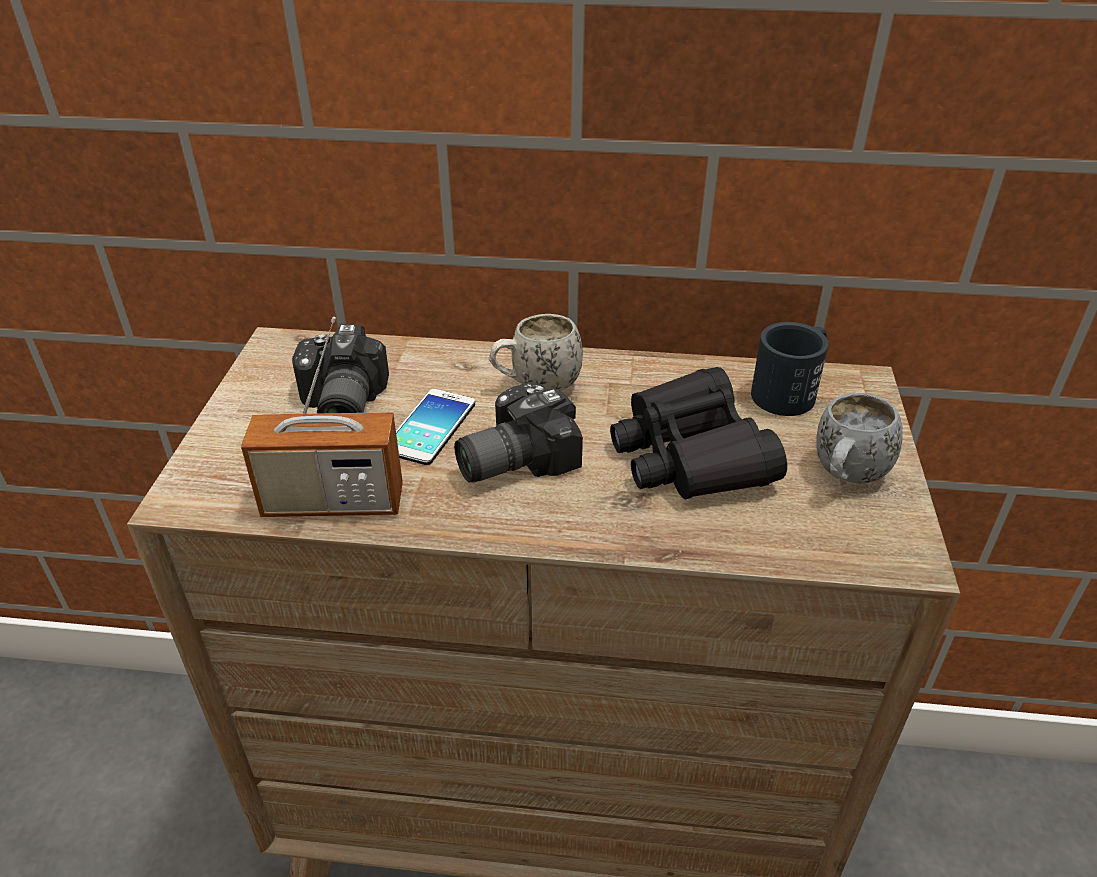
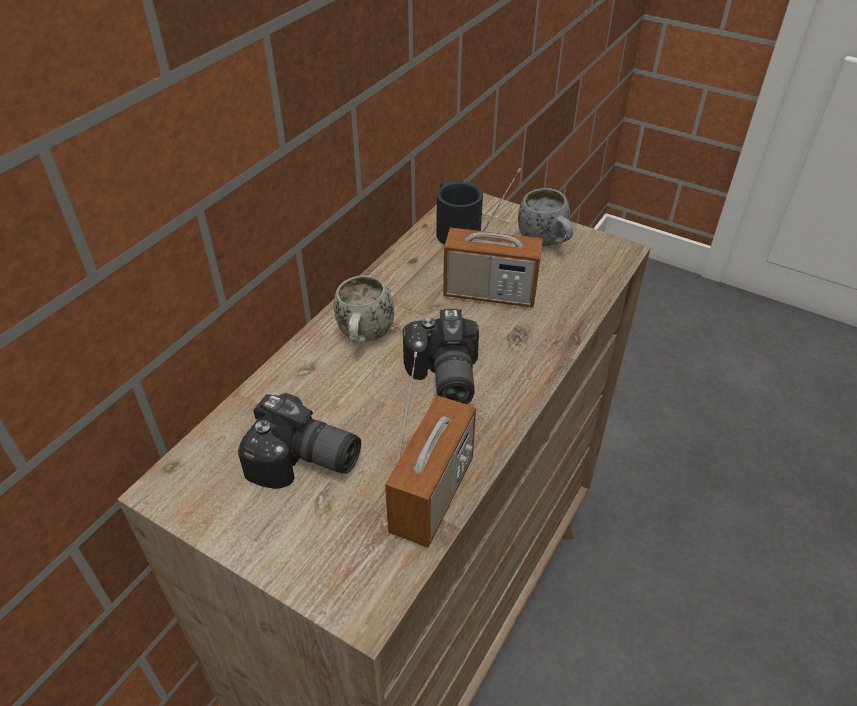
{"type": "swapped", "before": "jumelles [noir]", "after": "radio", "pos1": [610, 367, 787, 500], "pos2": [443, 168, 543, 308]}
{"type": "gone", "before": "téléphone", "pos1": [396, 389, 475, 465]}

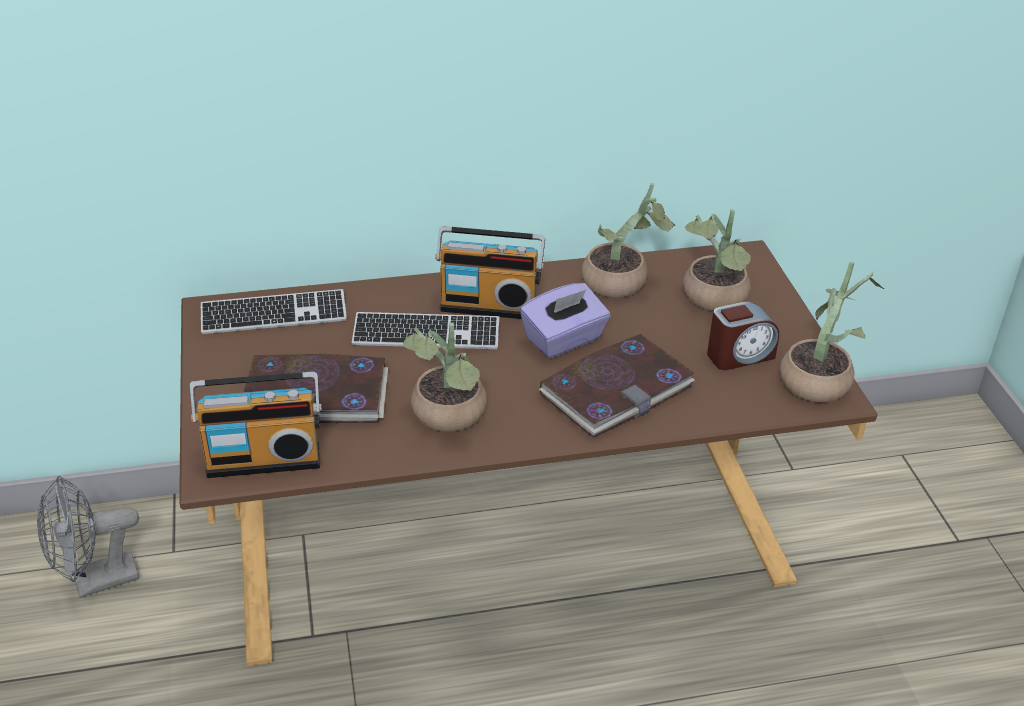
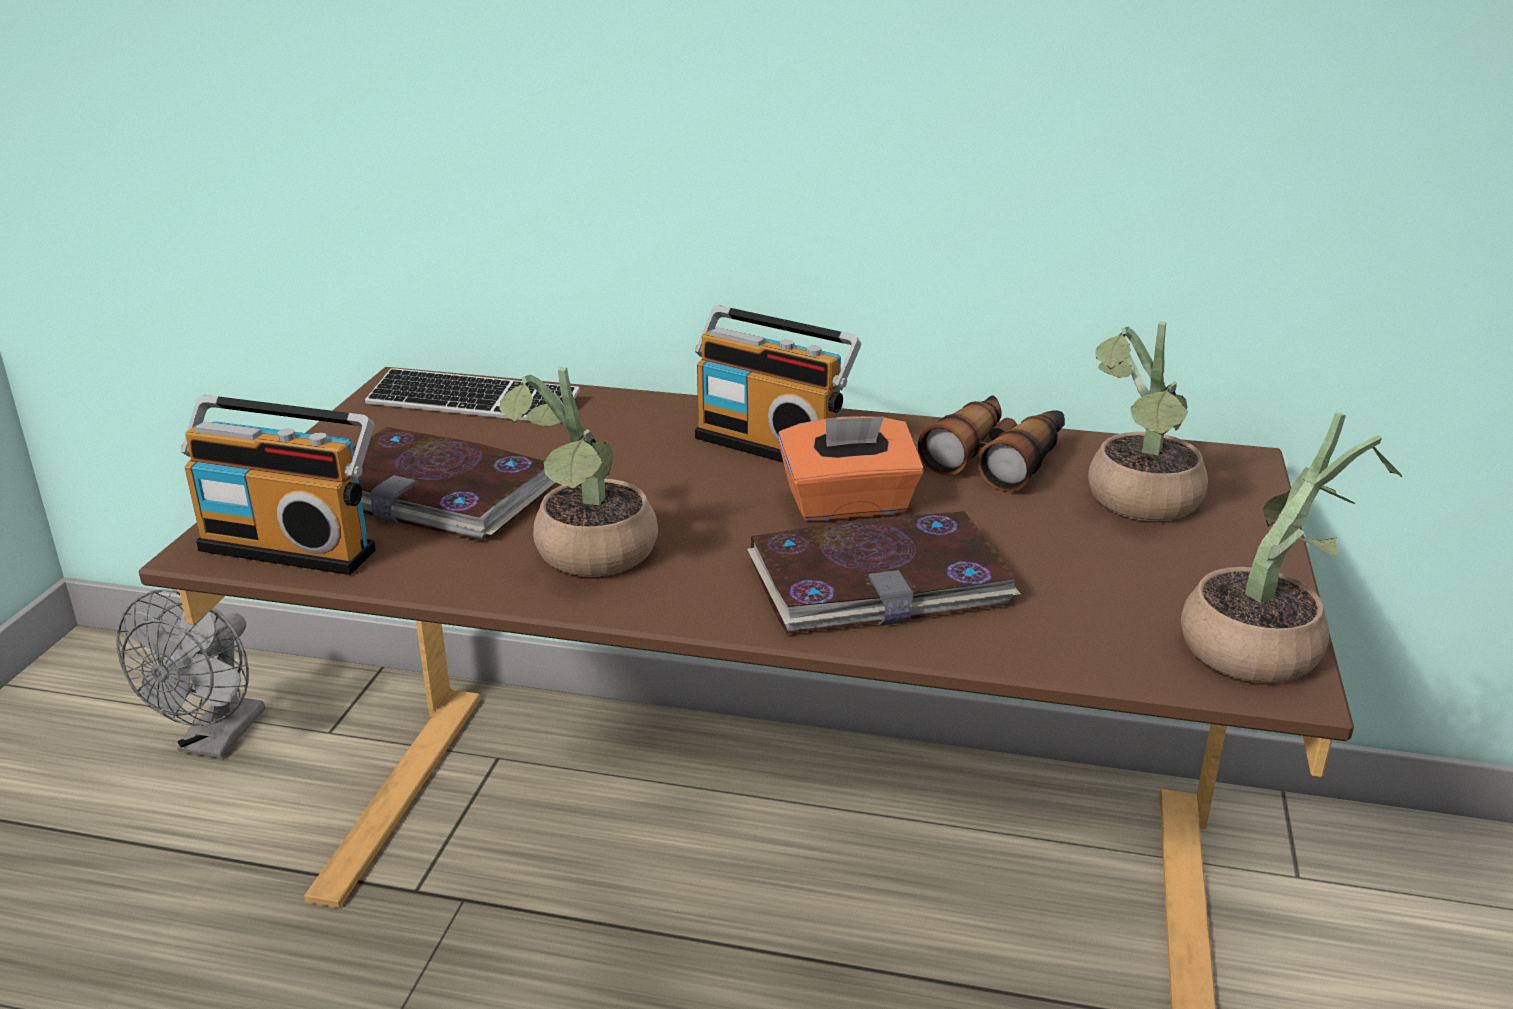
{"type": "rotated", "before": "ventilateur [gris]", "pos1": [37, 476, 139, 598], "pos2": [116, 590, 265, 758], "turn": -75}
{"type": "repainted", "before": "boîte à mouchoirs [violet]", "after": "boîte à mouchoirs [orange]", "pos1": [520, 283, 610, 358], "pos2": [778, 416, 924, 520]}
{"type": "swapped", "before": "plante en pot", "after": "jumelles", "pos1": [582, 183, 675, 298], "pos2": [918, 395, 1065, 492]}
{"type": "gone", "before": "clavier", "pos1": [352, 312, 499, 349]}
{"type": "gone", "before": "réveil", "pos1": [707, 302, 779, 370]}

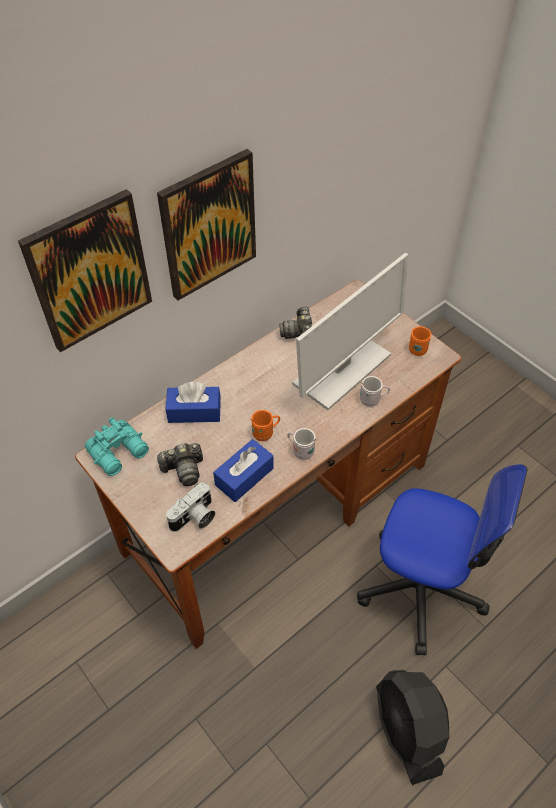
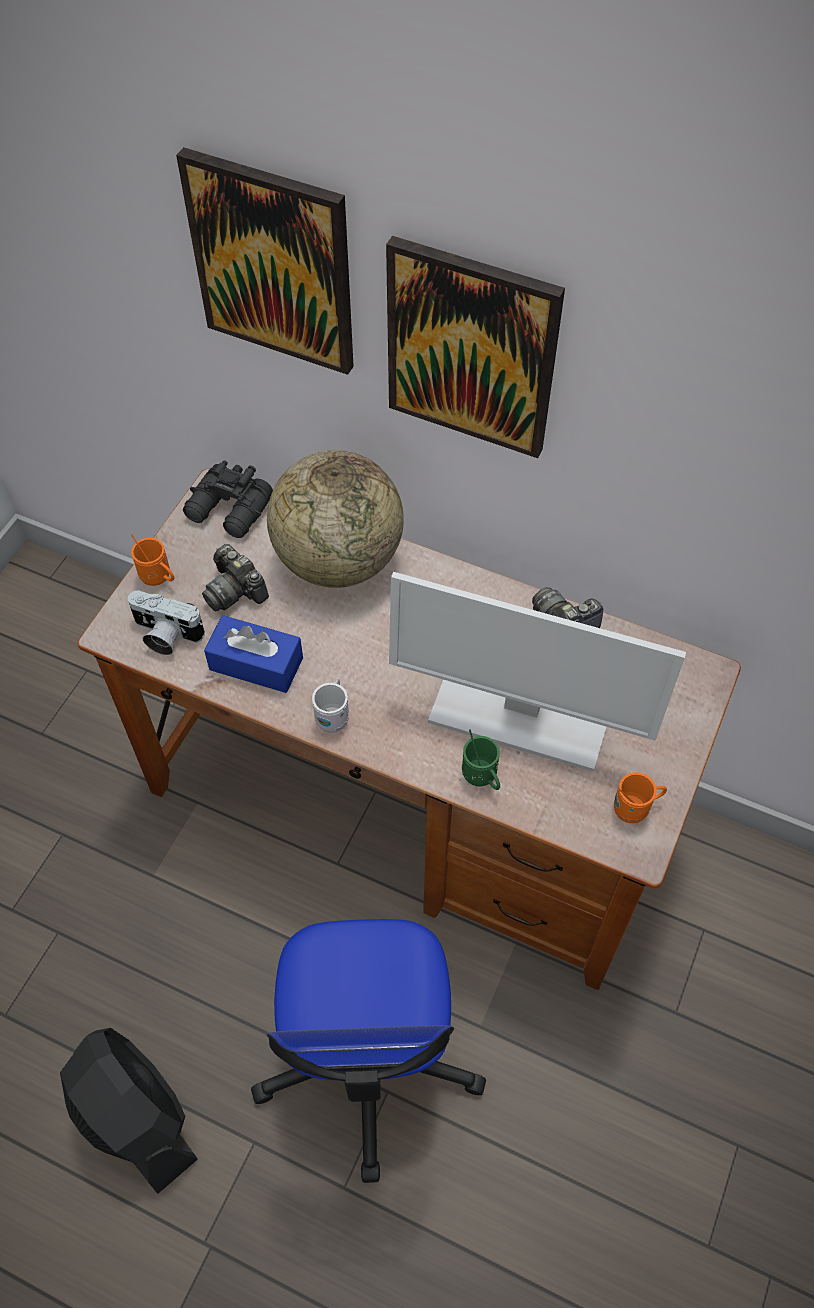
{"type": "rotated", "before": "ventilateur [noir]", "pos1": [376, 670, 449, 785], "pos2": [60, 1028, 198, 1194], "turn": 90}
{"type": "shifted", "before": "mug [orange]", "pos1": [250, 410, 280, 441], "pos2": [131, 534, 174, 586]}
{"type": "repainted", "before": "jumelles [turquoise]", "after": "jumelles [noir]", "pos1": [85, 417, 149, 476], "pos2": [183, 460, 273, 538]}
{"type": "swapped", "before": "boîte à mouchoirs [bleu]", "after": "globe", "pos1": [165, 382, 221, 423], "pos2": [267, 450, 404, 588]}
{"type": "repainted", "before": "mug [blanc]", "after": "mug [vert]", "pos1": [360, 376, 390, 407], "pos2": [462, 729, 500, 790]}

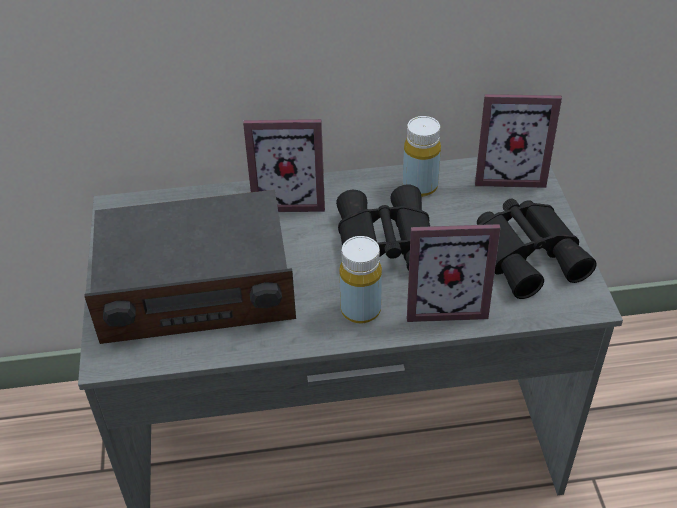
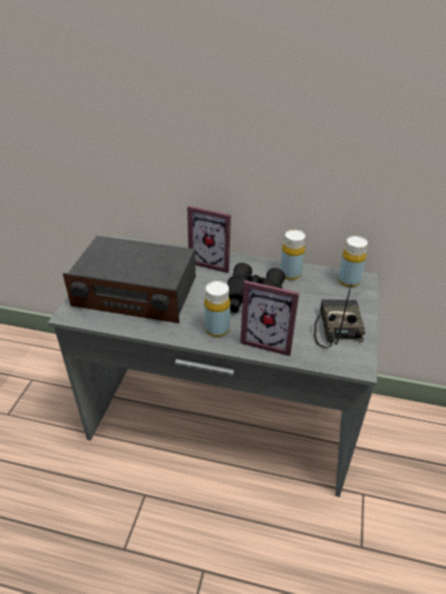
{"type": "swapped", "before": "jumelles [noir]", "after": "radio", "pos1": [477, 199, 597, 299], "pos2": [314, 283, 365, 348]}
{"type": "swapped", "before": "cadre photo", "after": "bouteille [jaune]", "pos1": [475, 94, 562, 188], "pos2": [338, 236, 368, 287]}

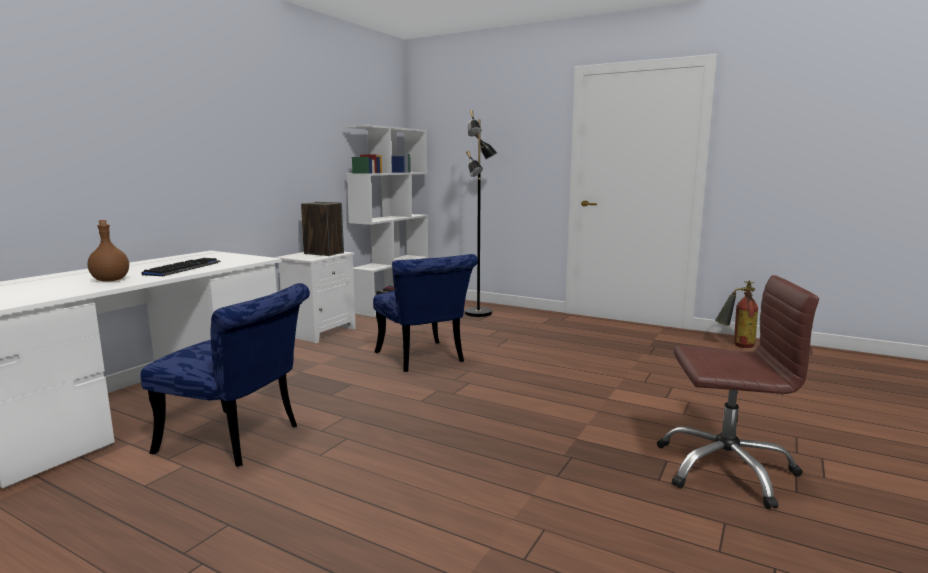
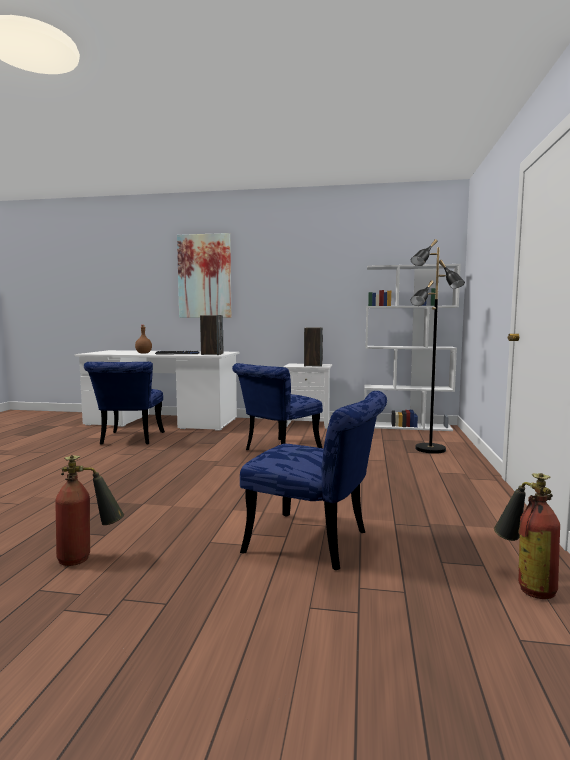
{"type": "swapped", "before": "chaise de bureau [marron]", "after": "extincteur", "pos1": [657, 275, 819, 509], "pos2": [55, 455, 124, 566]}
{"type": "new", "after": "tableau", "pos2": [177, 233, 231, 318]}
{"type": "new", "after": "enceinte", "pos2": [200, 315, 223, 355]}
{"type": "new", "after": "chaise [bleu]", "pos2": [240, 391, 387, 570]}

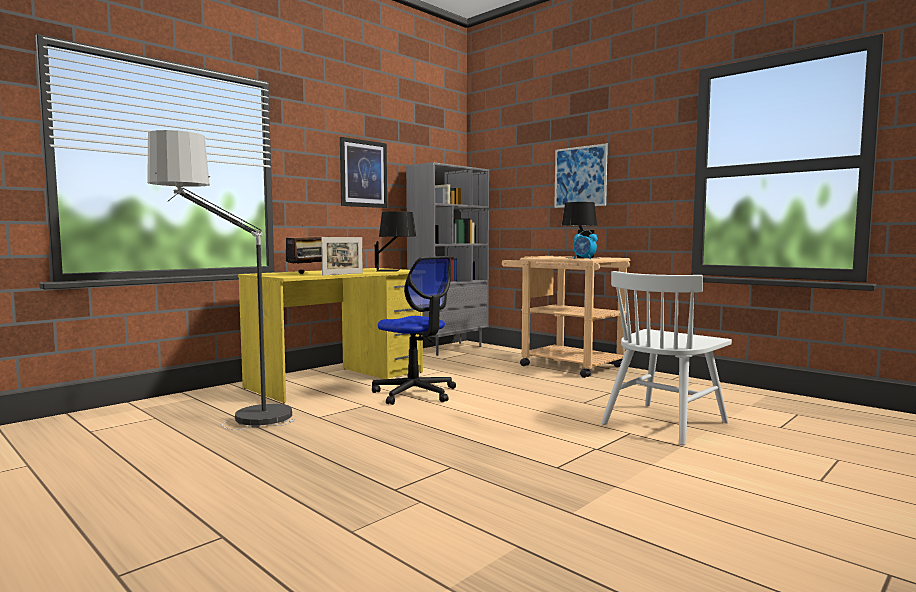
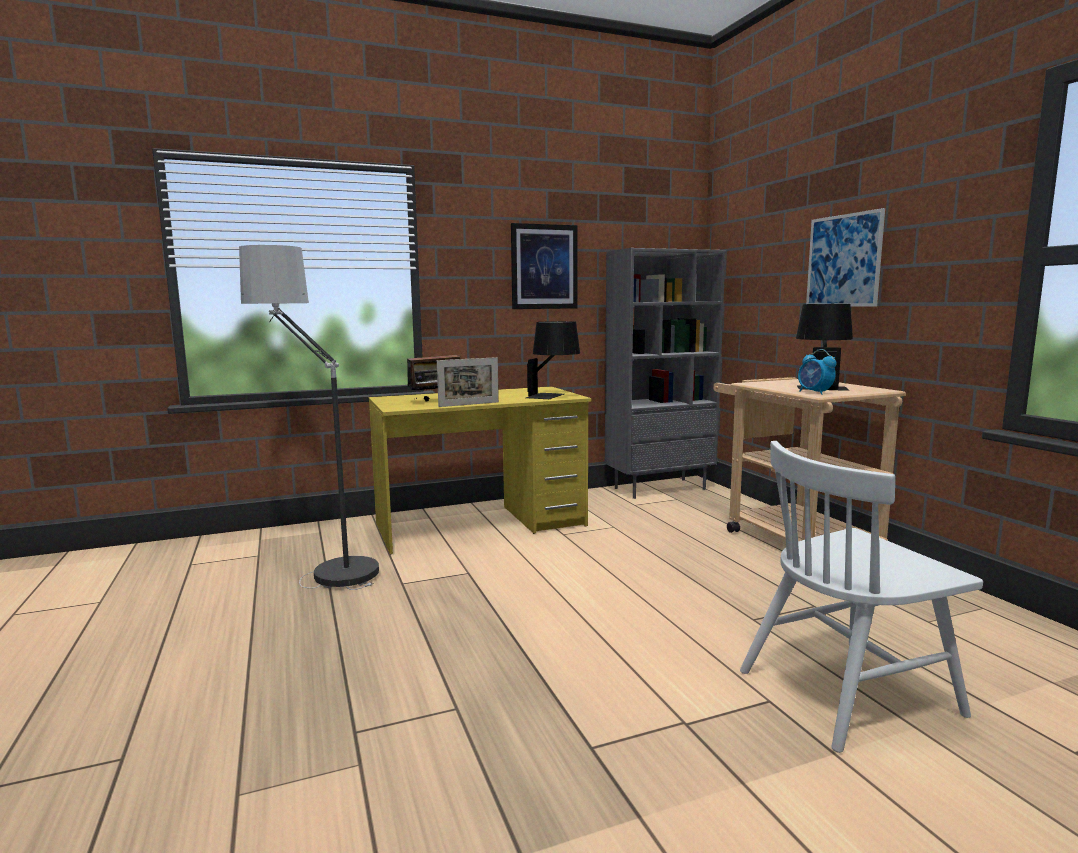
{"type": "gone", "before": "chaise de bureau", "pos1": [372, 256, 456, 405]}

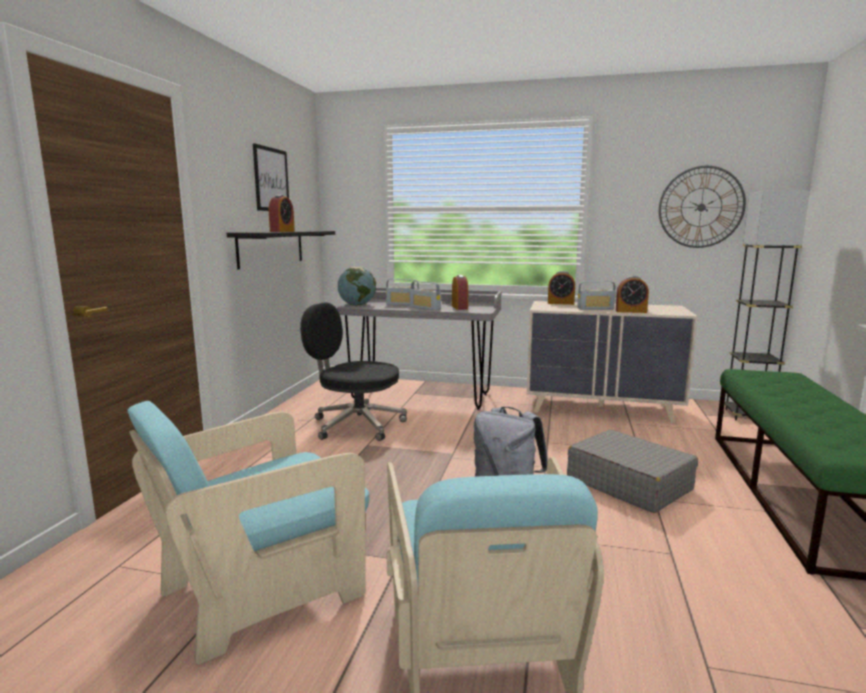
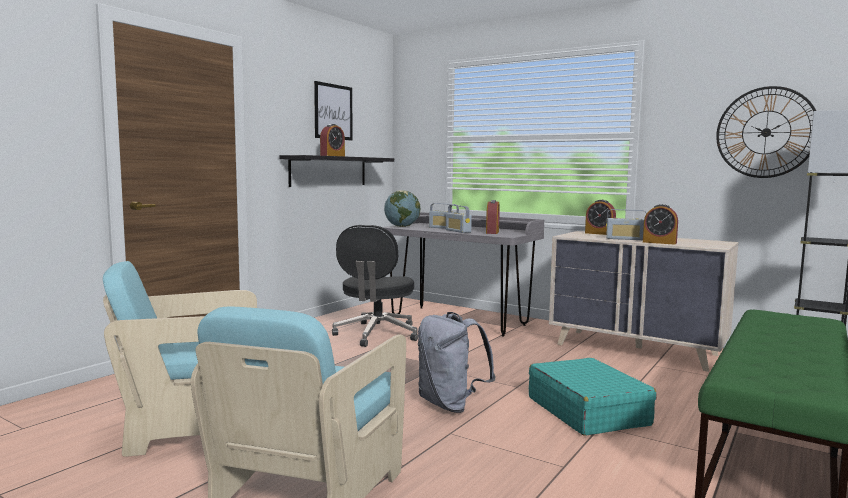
{"type": "rotated", "before": "chaise de bureau [noir]", "pos1": [300, 303, 407, 441], "pos2": [332, 225, 418, 347], "turn": -120}
{"type": "repainted", "before": "valise [gris]", "after": "valise [turquoise]", "pos1": [567, 430, 698, 513], "pos2": [529, 358, 657, 436]}

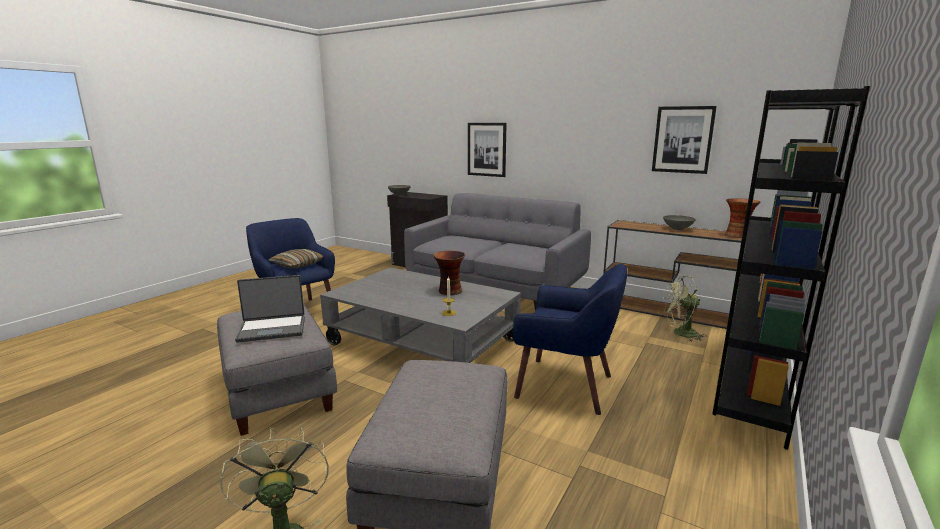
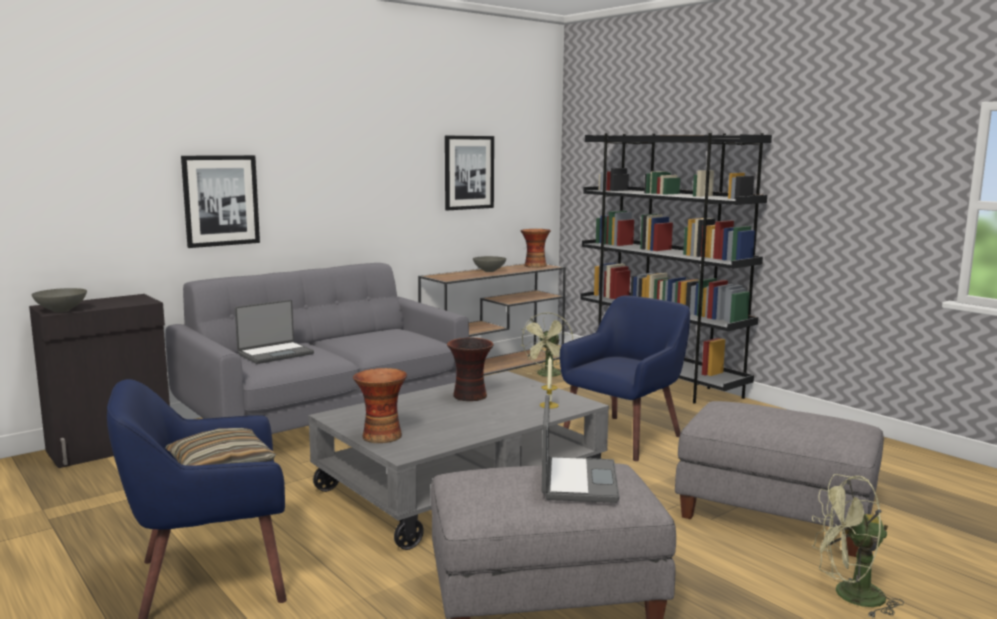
{"type": "new", "after": "ordinateur portable", "pos2": [235, 300, 314, 364]}
{"type": "new", "after": "vase", "pos2": [353, 368, 407, 443]}

